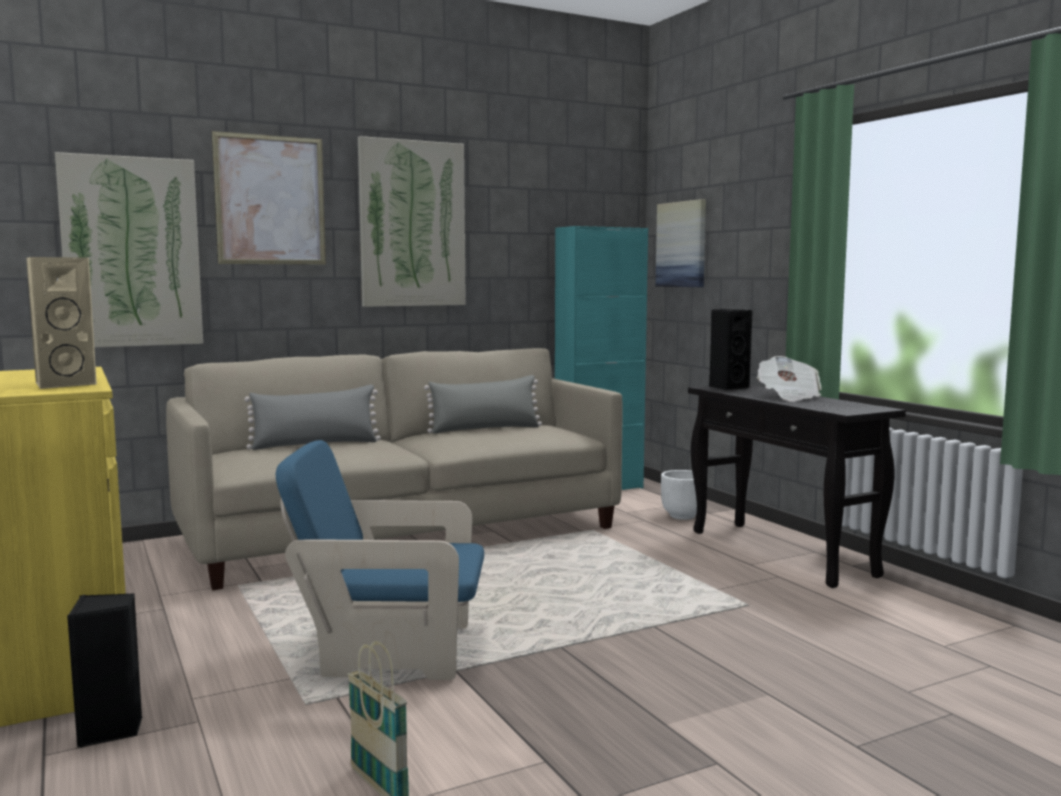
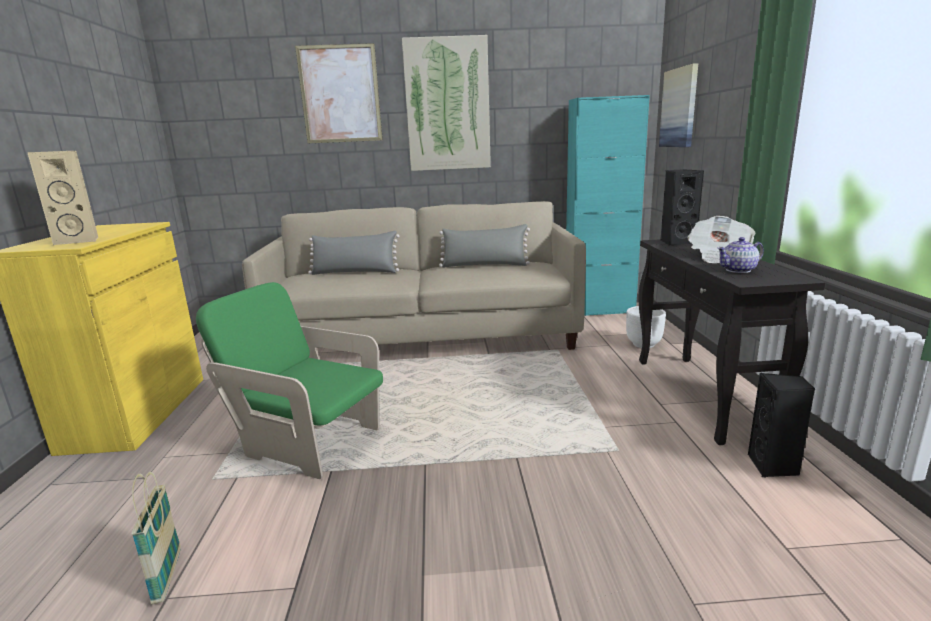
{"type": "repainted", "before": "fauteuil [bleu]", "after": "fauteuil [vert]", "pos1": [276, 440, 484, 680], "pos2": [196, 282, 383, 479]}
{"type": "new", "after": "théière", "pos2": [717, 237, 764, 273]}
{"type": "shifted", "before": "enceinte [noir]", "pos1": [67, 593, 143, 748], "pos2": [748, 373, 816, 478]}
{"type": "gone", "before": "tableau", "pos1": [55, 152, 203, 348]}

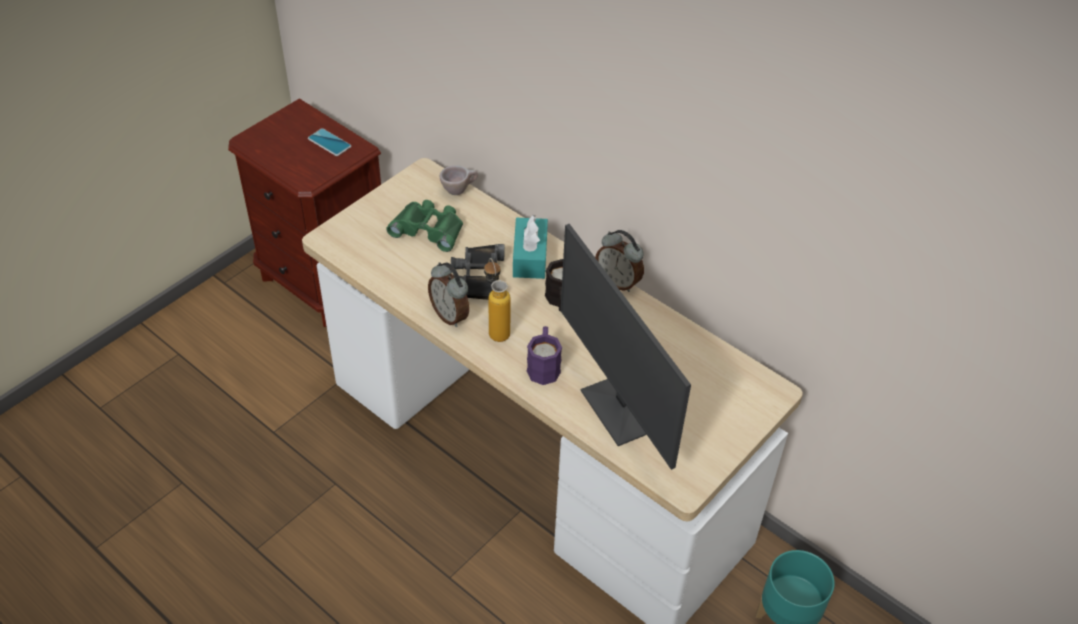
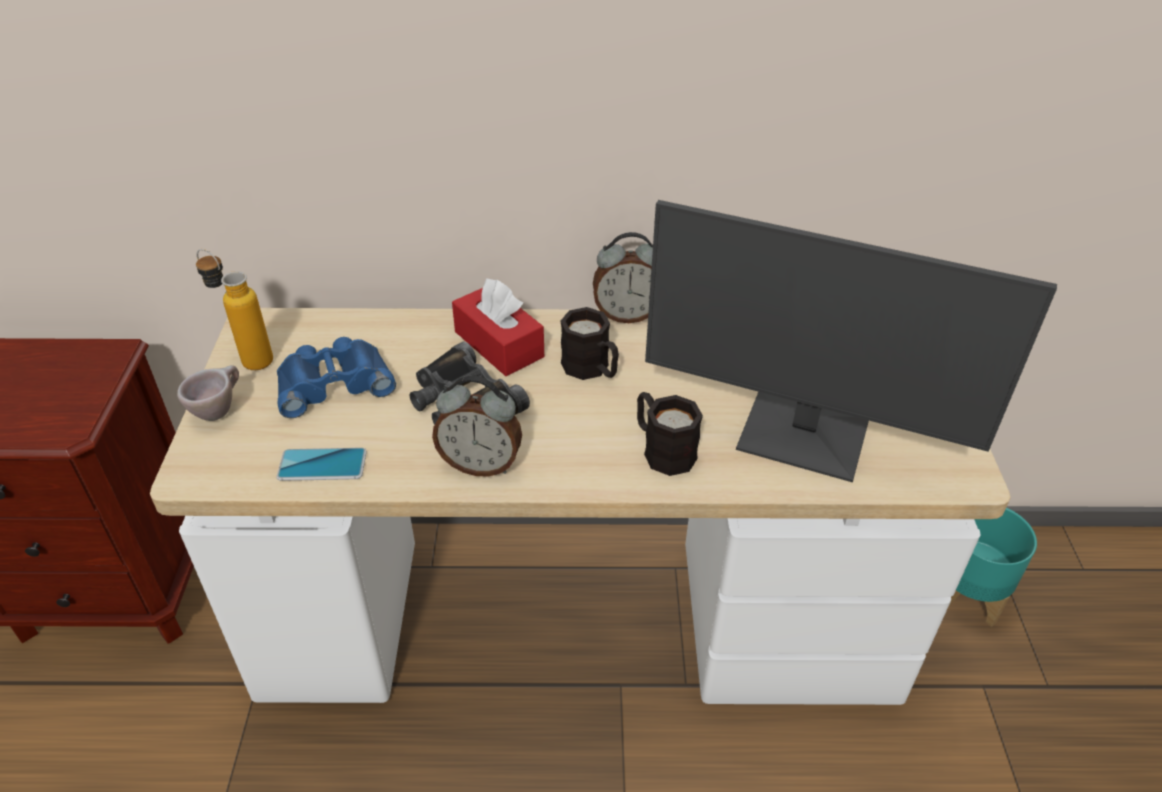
{"type": "shifted", "before": "tasse [beige]", "pos1": [440, 165, 478, 195], "pos2": [177, 365, 239, 421]}
{"type": "shifted", "before": "bouteille", "pos1": [484, 258, 511, 342], "pos2": [196, 249, 273, 370]}
{"type": "shifted", "before": "téléphone", "pos1": [308, 128, 351, 156], "pos2": [276, 448, 367, 481]}
{"type": "repainted", "before": "jumelles [vert]", "after": "jumelles [bleu]", "pos1": [386, 200, 463, 252], "pos2": [277, 337, 396, 418]}
{"type": "repainted", "before": "boîte à mouchoirs [turquoise]", "after": "boîte à mouchoirs [rouge]", "pos1": [513, 215, 548, 279], "pos2": [452, 279, 544, 376]}
{"type": "repainted", "before": "mug [violet]", "after": "mug [noir]", "pos1": [527, 326, 562, 385], "pos2": [637, 392, 703, 476]}

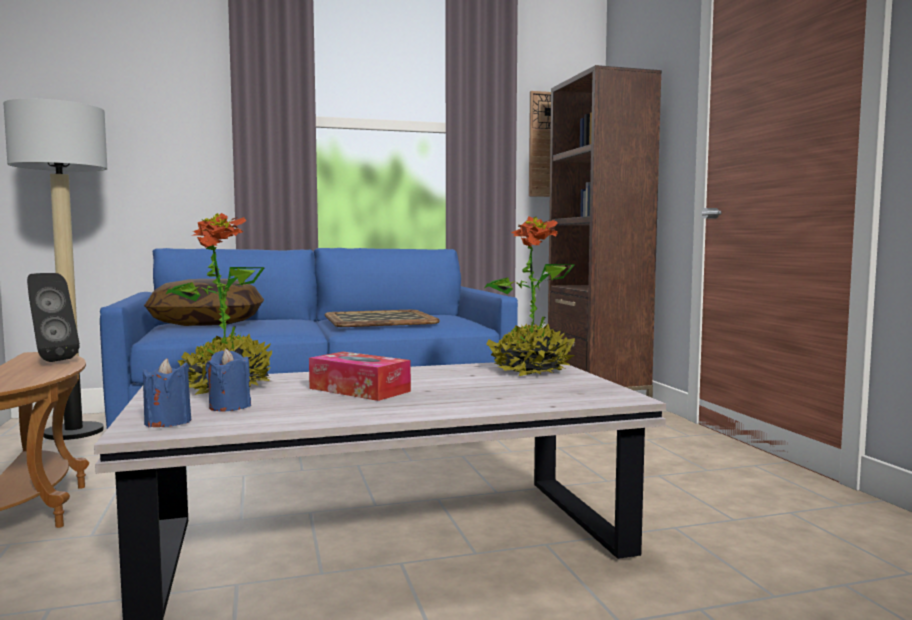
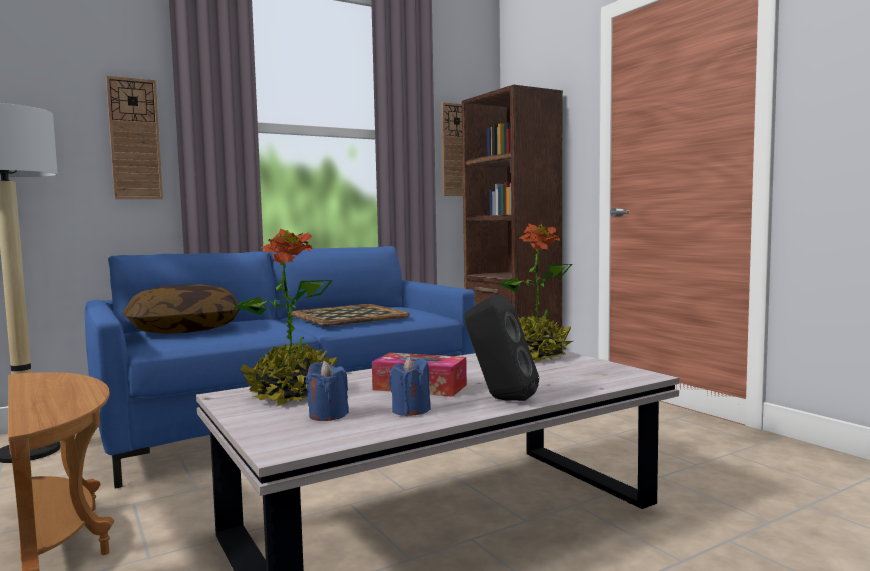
{"type": "new", "after": "horloge murale", "pos2": [106, 76, 163, 199]}
{"type": "shifted", "before": "bougie [bleu]", "pos1": [143, 358, 191, 427], "pos2": [389, 356, 431, 416]}
{"type": "shifted", "before": "enceinte [noir]", "pos1": [27, 273, 80, 362], "pos2": [464, 294, 539, 401]}

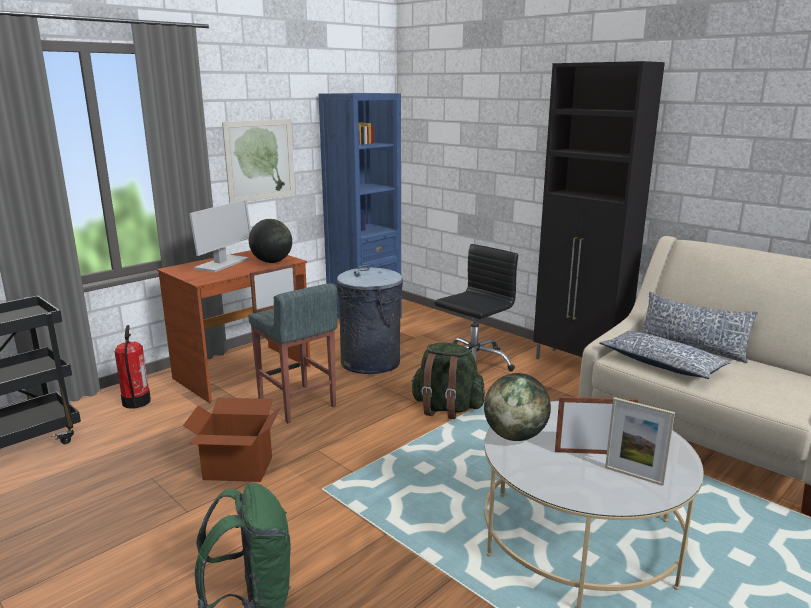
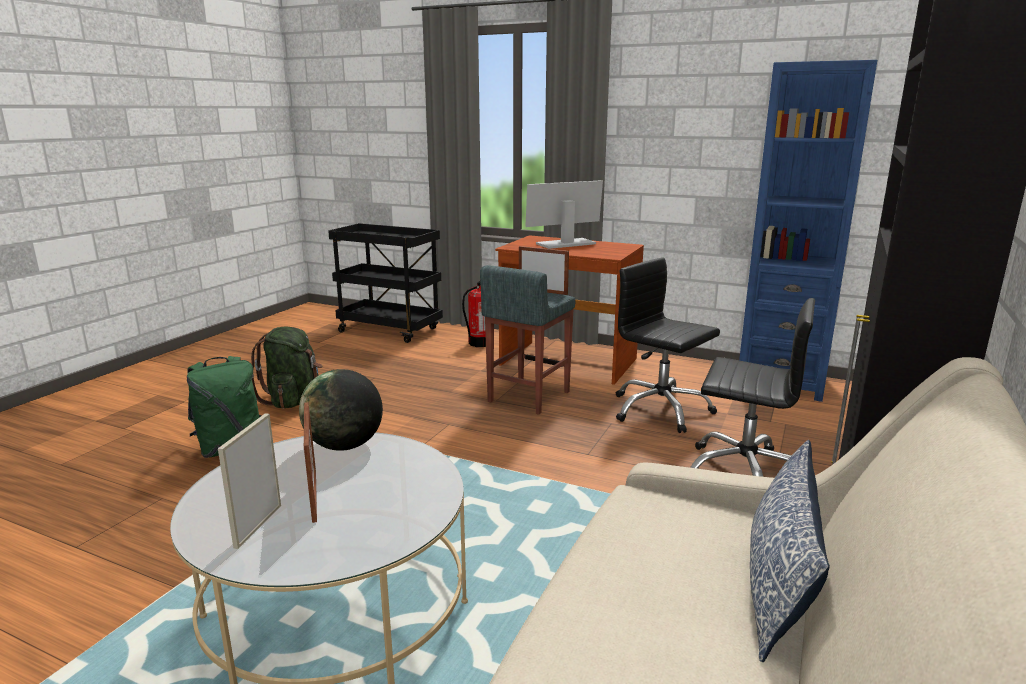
{"type": "shifted", "before": "sac à dos [vert]", "pos1": [411, 343, 485, 419], "pos2": [251, 327, 322, 409]}
{"type": "rotated", "before": "écran d'ordinateur", "pos1": [189, 199, 251, 272], "pos2": [525, 180, 603, 249], "turn": 150}
{"type": "swapped", "before": "poubelle [gris]", "after": "chaise de bureau [noir]", "pos1": [337, 265, 403, 374], "pos2": [616, 257, 720, 433]}
{"type": "gone", "before": "carton", "pos1": [183, 398, 281, 482]}
{"type": "gone", "before": "tableau", "pos1": [222, 119, 295, 203]}
{"type": "gone", "before": "globe", "pos1": [249, 219, 292, 263]}
{"type": "gone", "before": "coussin", "pos1": [599, 331, 732, 379]}

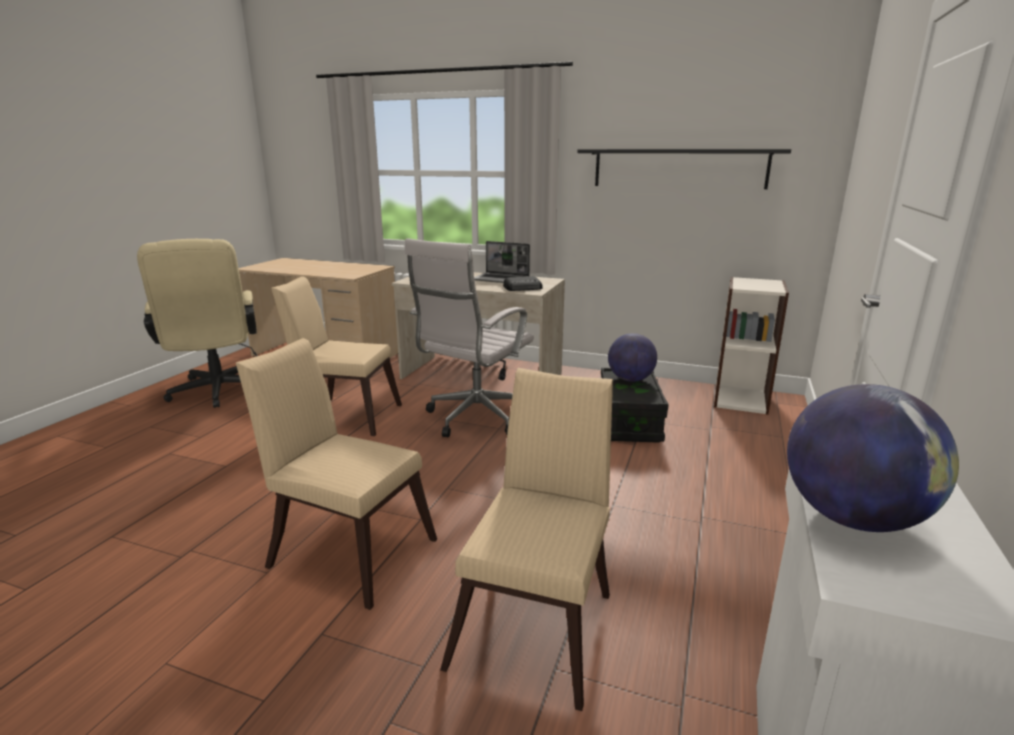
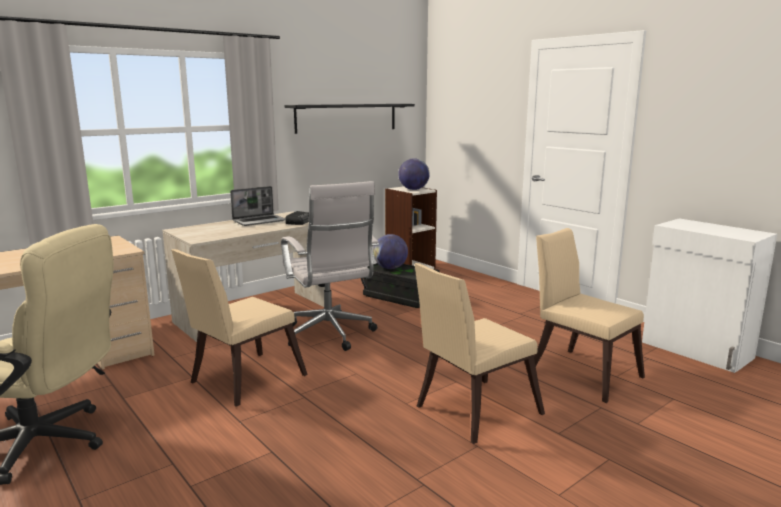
{"type": "shifted", "before": "globe", "pos1": [787, 384, 959, 532], "pos2": [398, 158, 430, 190]}

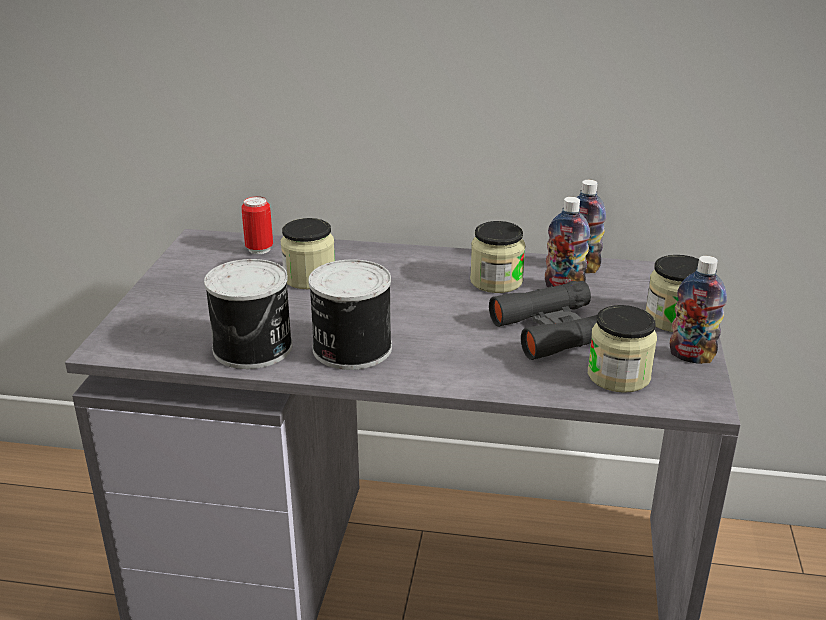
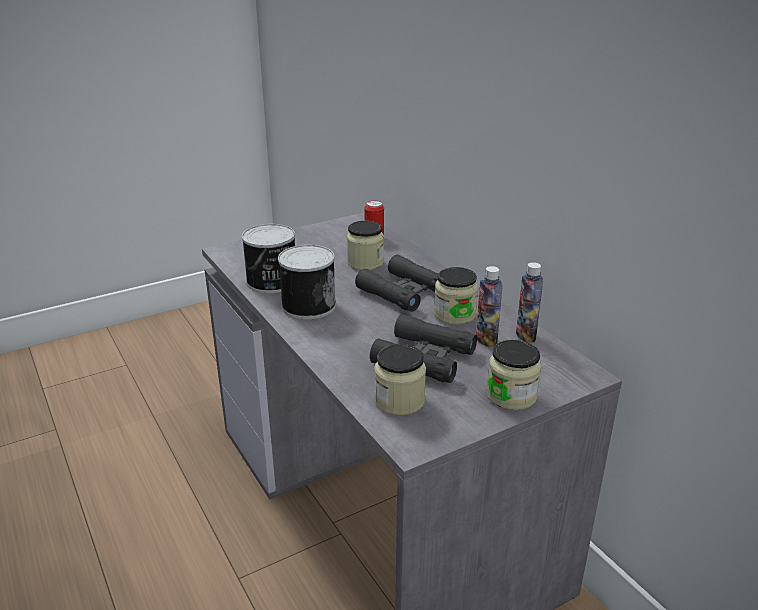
{"type": "new", "after": "jumelles [noir]", "pos2": [355, 255, 438, 312]}
{"type": "gone", "before": "bouteille", "pos1": [670, 256, 727, 364]}

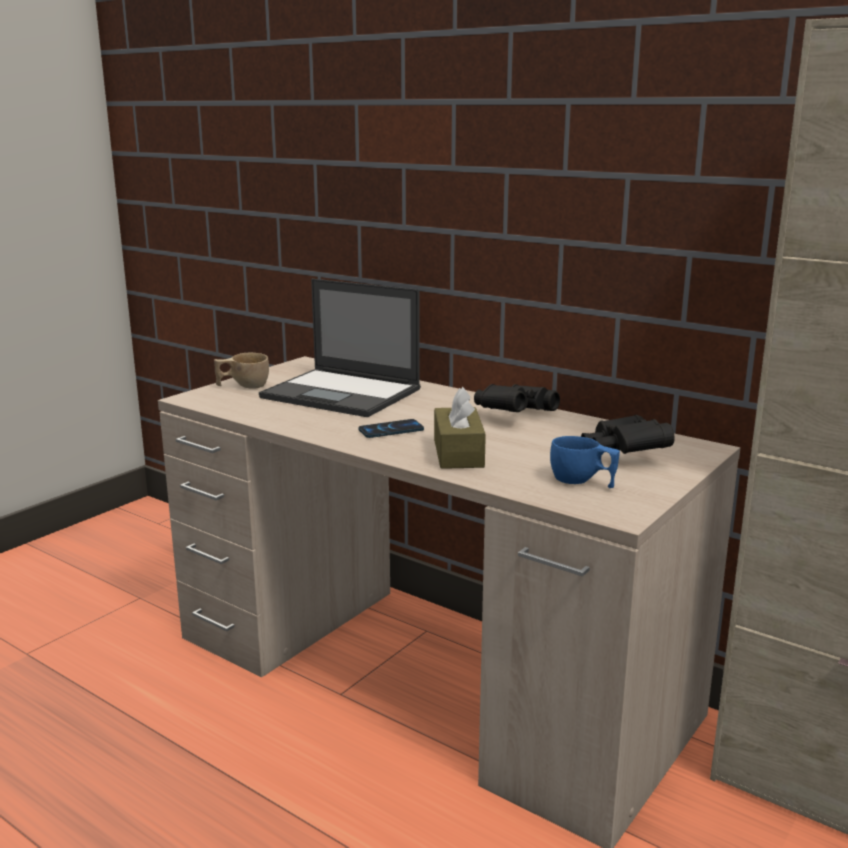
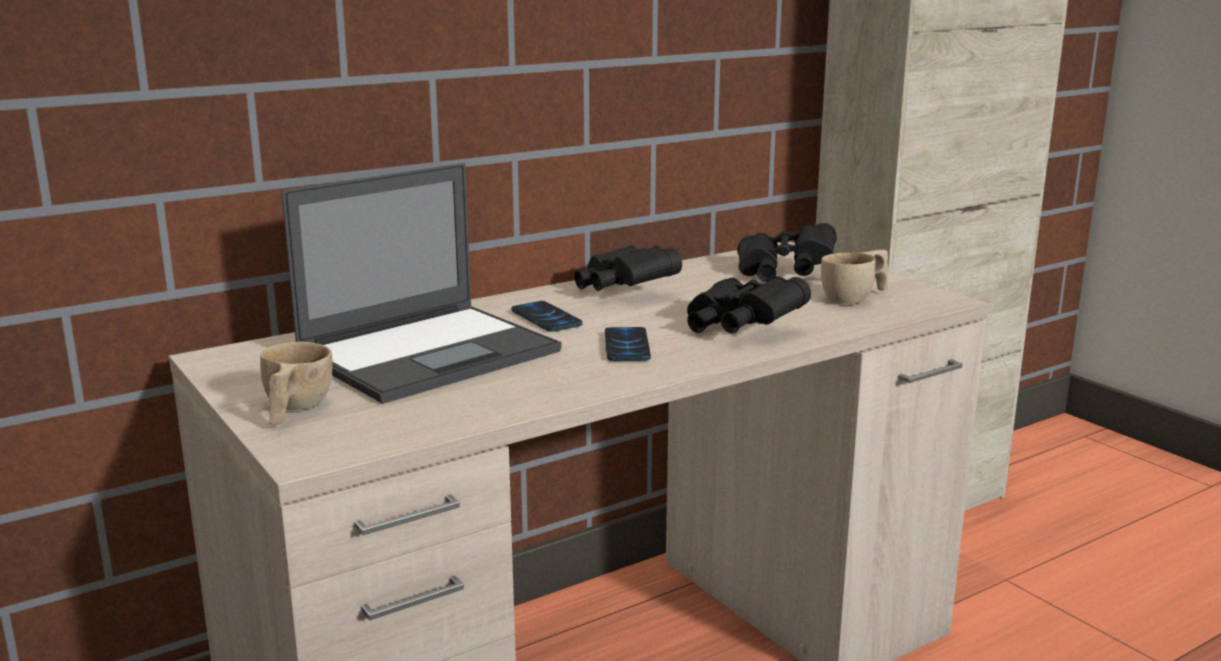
{"type": "new", "after": "téléphone", "pos2": [512, 301, 582, 332]}
{"type": "swapped", "before": "boîte à mouchoirs [marron]", "after": "jumelles [noir]", "pos1": [434, 387, 486, 469], "pos2": [687, 276, 811, 334]}
{"type": "repainted", "before": "tasse [bleu]", "after": "tasse [beige]", "pos1": [550, 436, 620, 488], "pos2": [821, 250, 888, 304]}

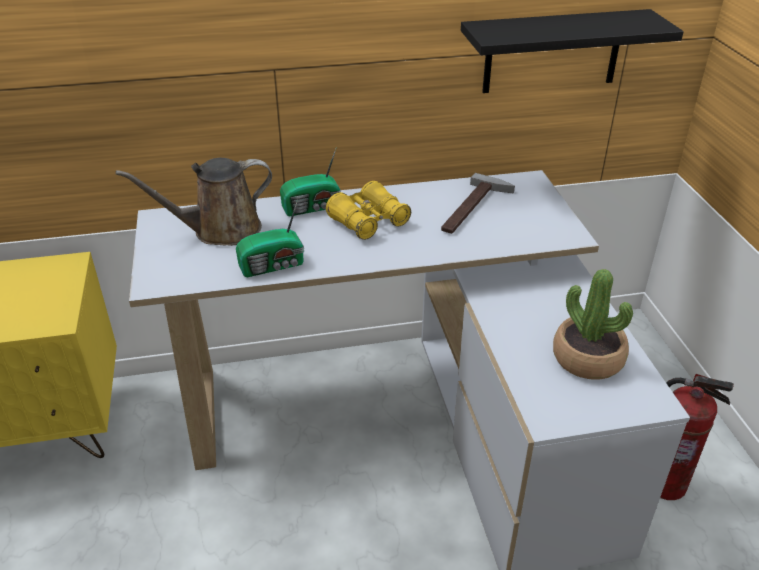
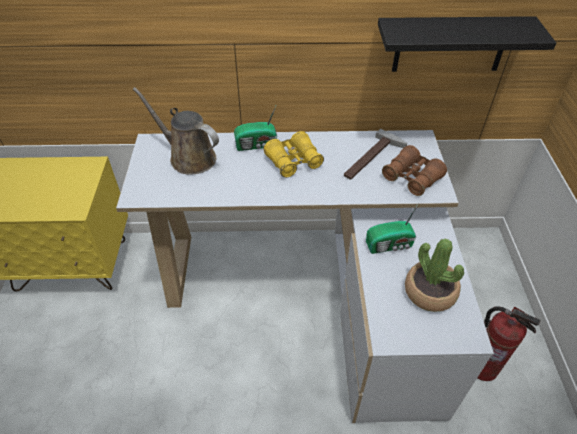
{"type": "rotated", "before": "arrosoir [marron]", "pos1": [115, 158, 272, 246], "pos2": [133, 87, 219, 175], "turn": 45}
{"type": "shifted", "before": "radio", "pos1": [236, 200, 304, 277], "pos2": [366, 204, 418, 254]}
{"type": "new", "after": "jumelles [marron]", "pos2": [382, 145, 447, 196]}

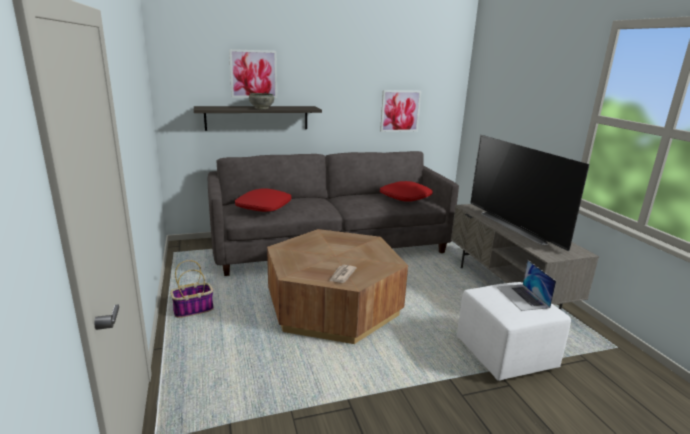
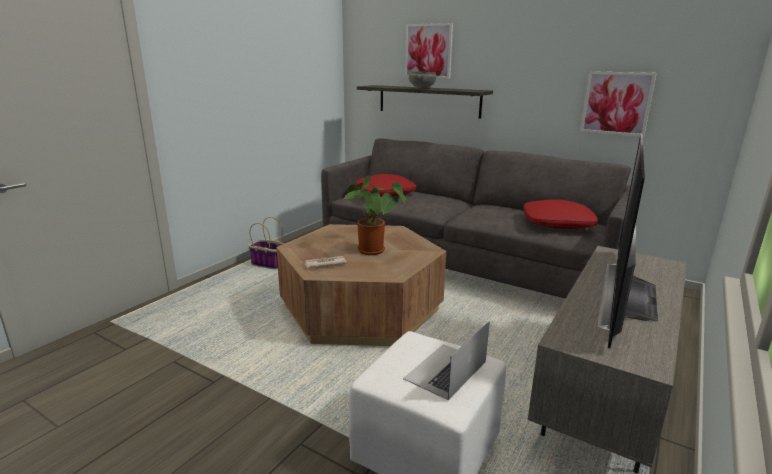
{"type": "new", "after": "plante en pot", "pos2": [344, 175, 406, 255]}

